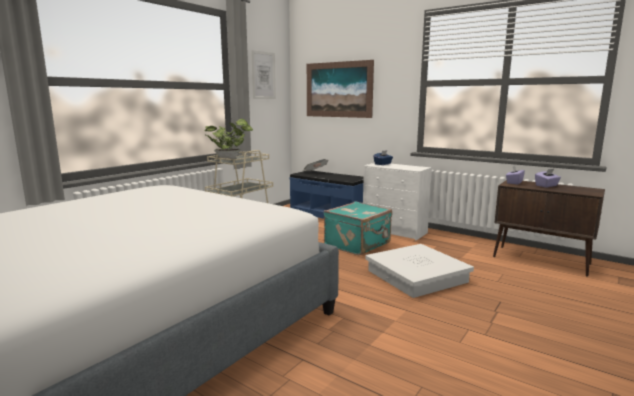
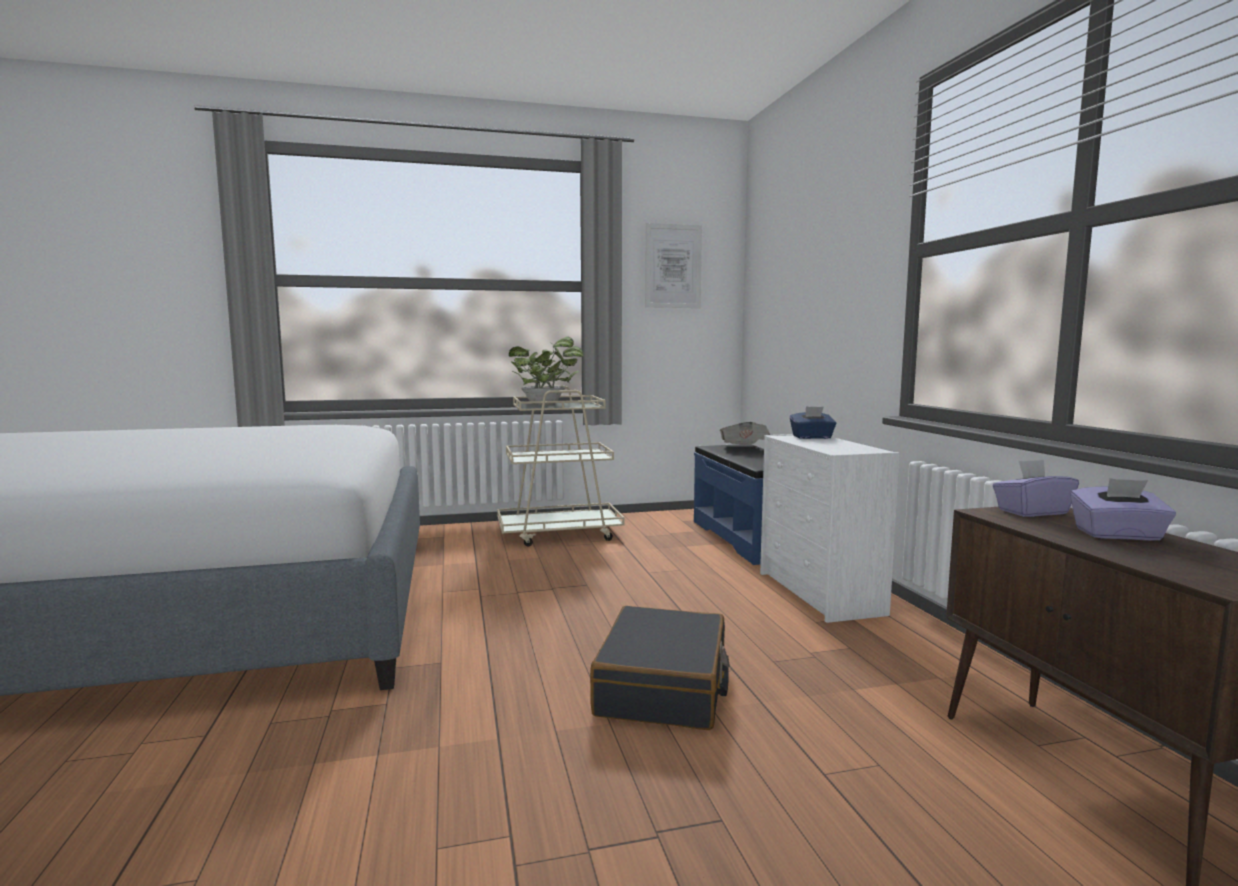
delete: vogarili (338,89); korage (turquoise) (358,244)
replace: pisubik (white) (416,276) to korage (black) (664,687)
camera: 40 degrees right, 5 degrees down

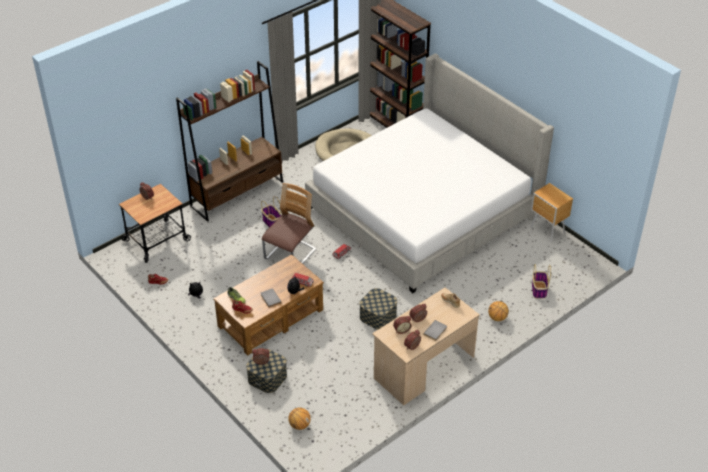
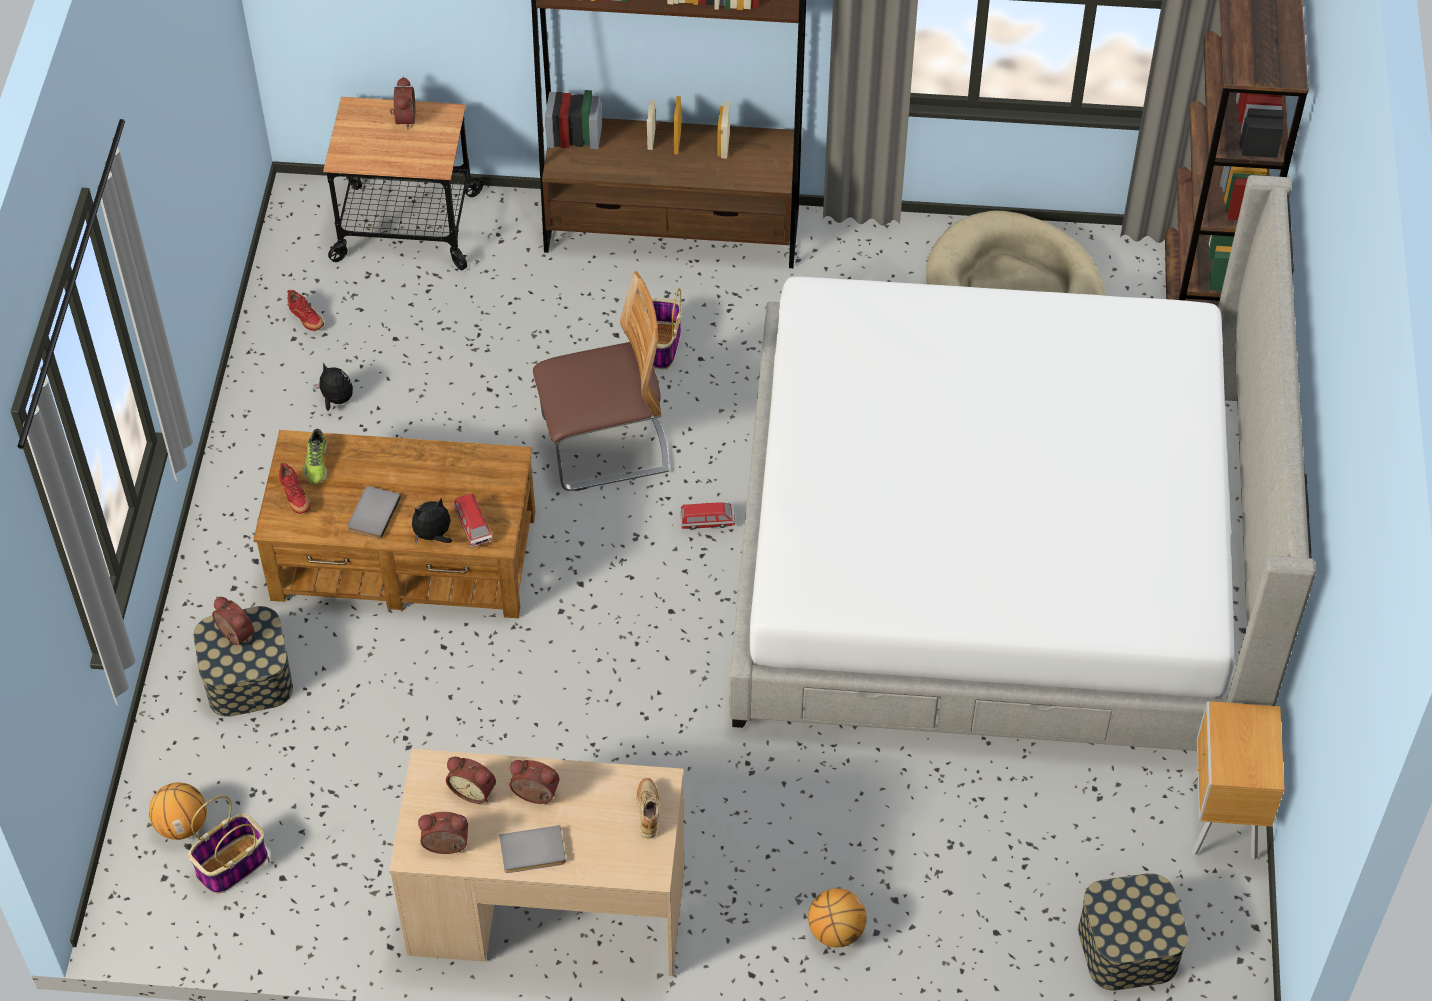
move: pisubik (378,316) to (1128,946); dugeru (539,290) to (232,866)
camera: 45 degrees right, 10 degrees up

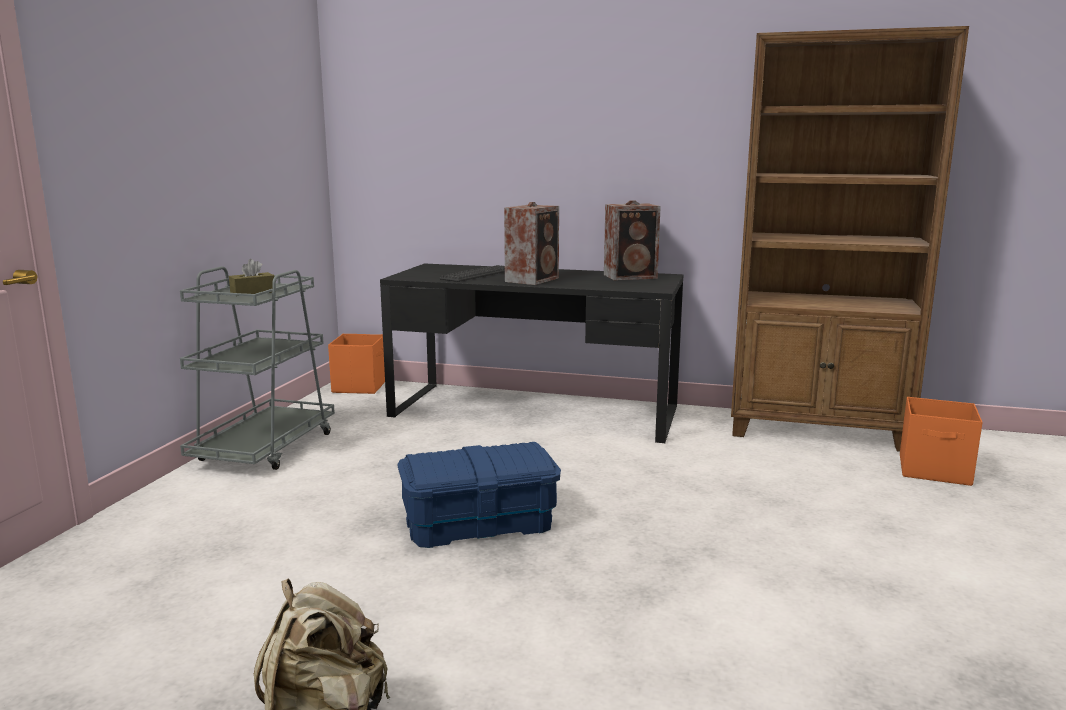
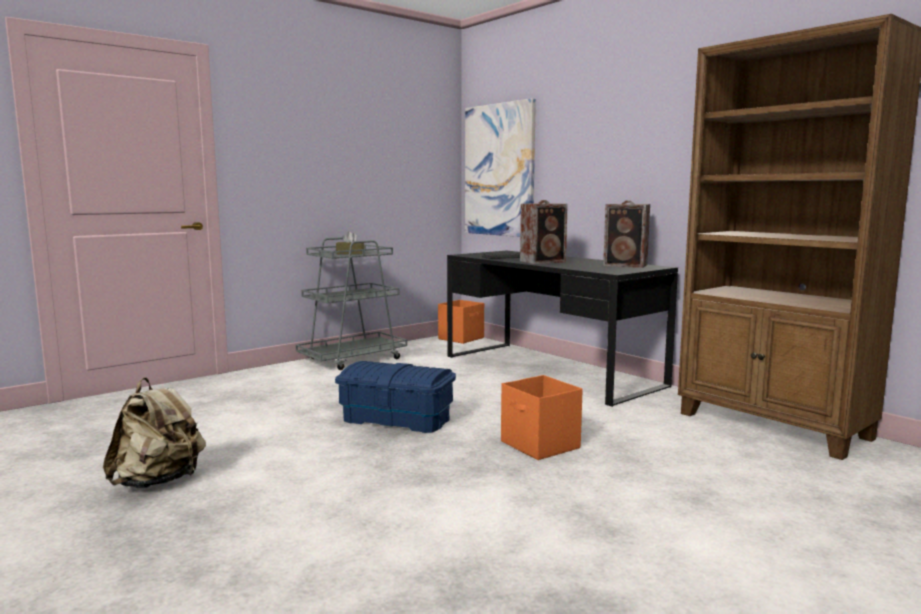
insert: vogarili (499,170)
move: pisubik (orange) (935,470) to (540,445)
camera: 35 degrees right, 5 degrees down

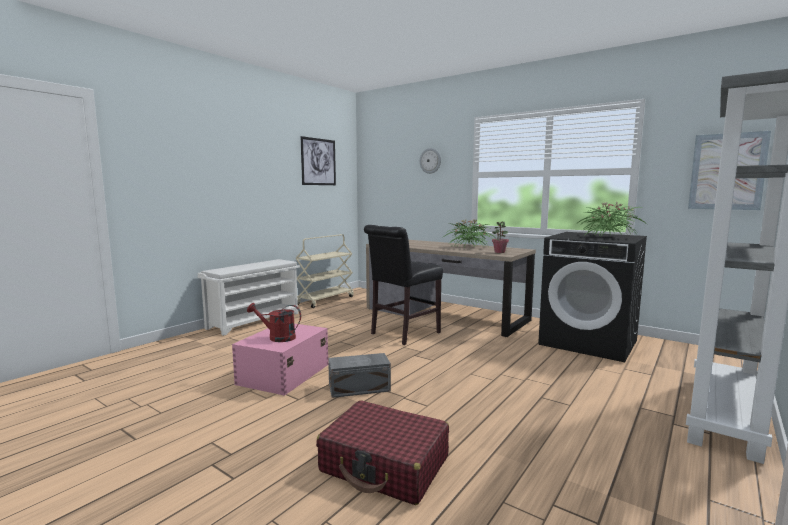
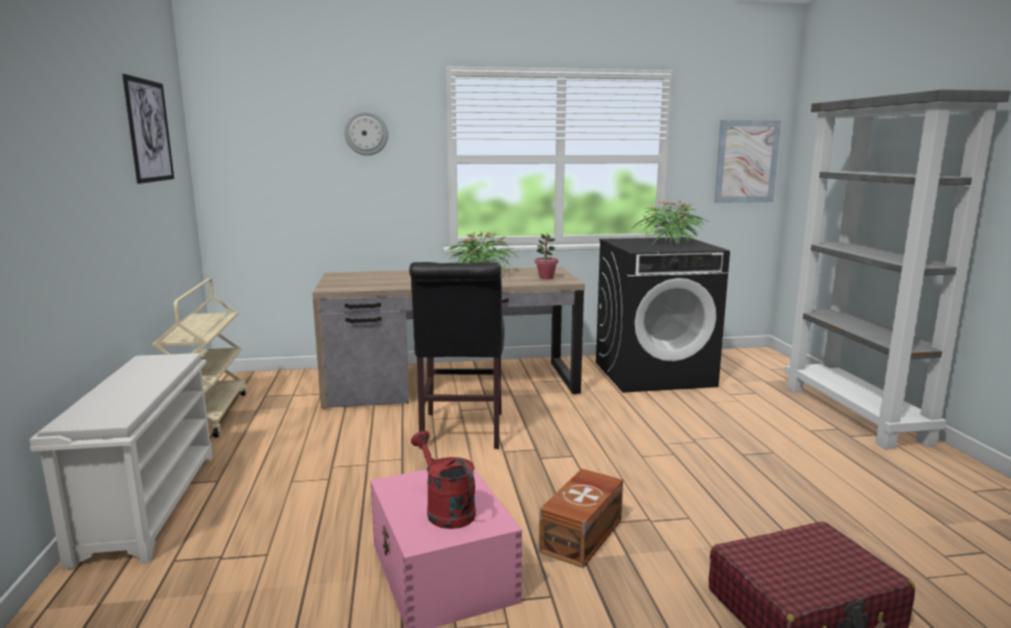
recolor: pisubik (grey) (360,388) to pisubik (brown) (583,535)
rotate: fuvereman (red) (277,337) = (445,510) 90 degrees clockwise
camera: 45 degrees left, 5 degrees up

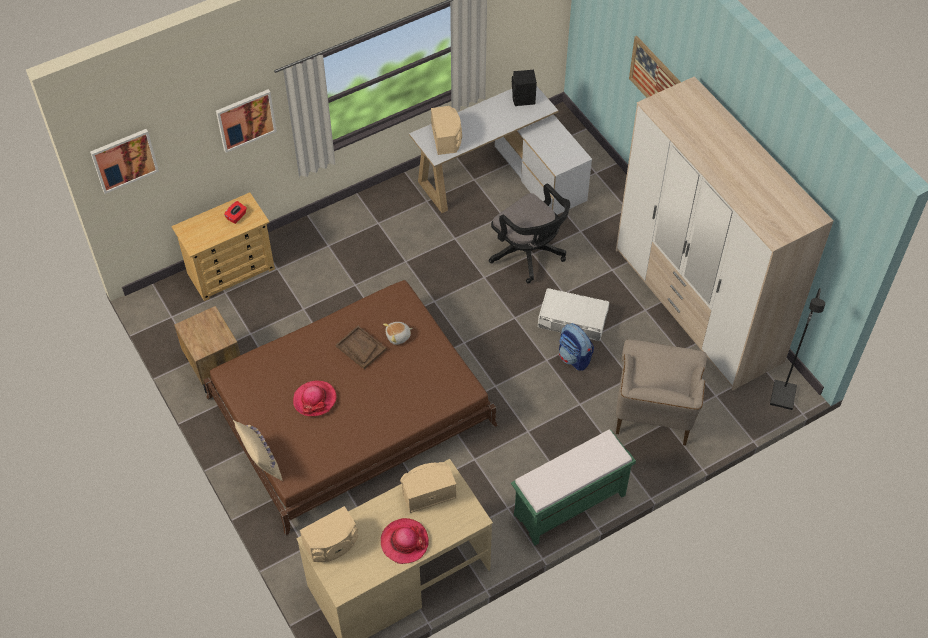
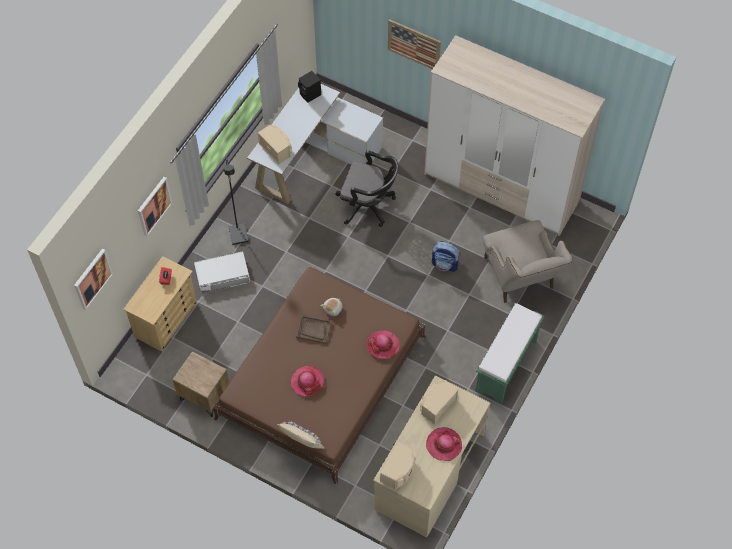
insert: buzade (383,345)
move: pisubik (white) (573,318) to (222,275); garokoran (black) (783,396) to (239,235)
camera: 30 degrees left, 5 degrees up

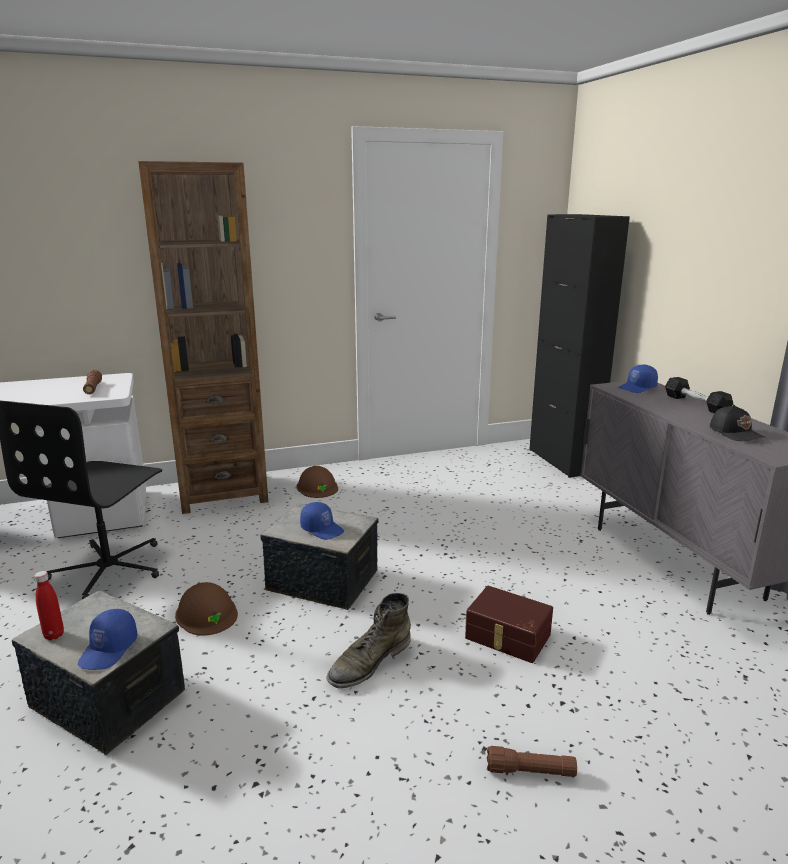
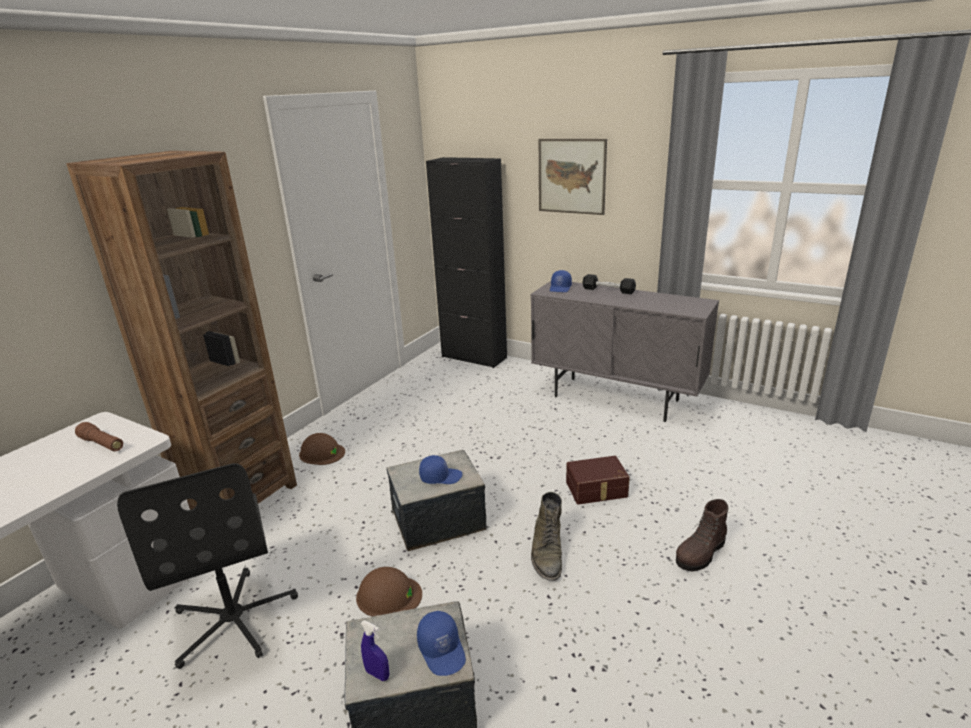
delete: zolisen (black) (736,433)
insert: vogarili (571,176)
replace: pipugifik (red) (54,635) to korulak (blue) (377,674); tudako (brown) (530,771) to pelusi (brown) (700,553)
camera: 40 degrees left, 5 degrees up

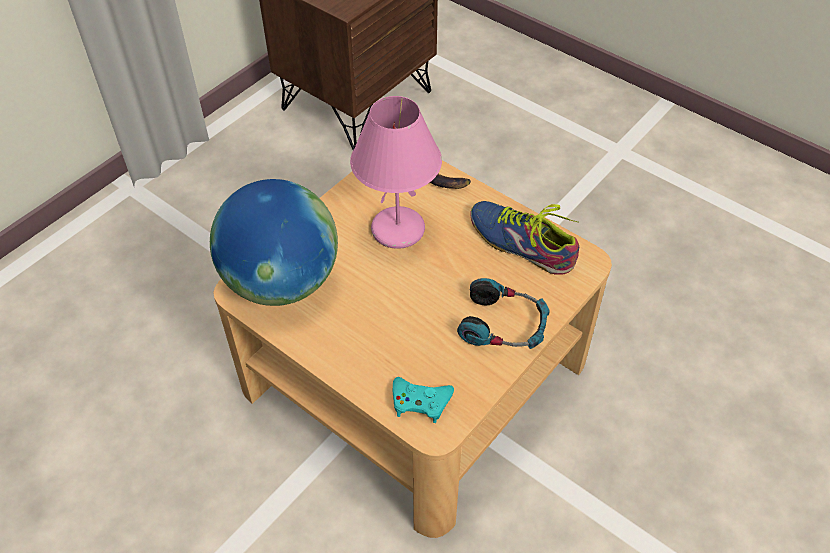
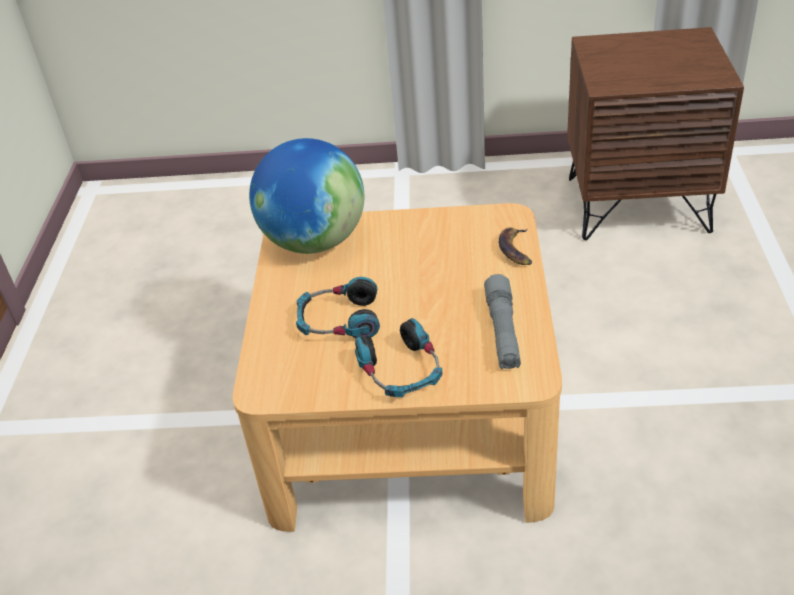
delete: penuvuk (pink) (397,230); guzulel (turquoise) (420,402)
insert: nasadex (339,321)
replace: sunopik (521,244) to tudako (grey) (503,331)
camera: 55 degrees right, 10 degrees down

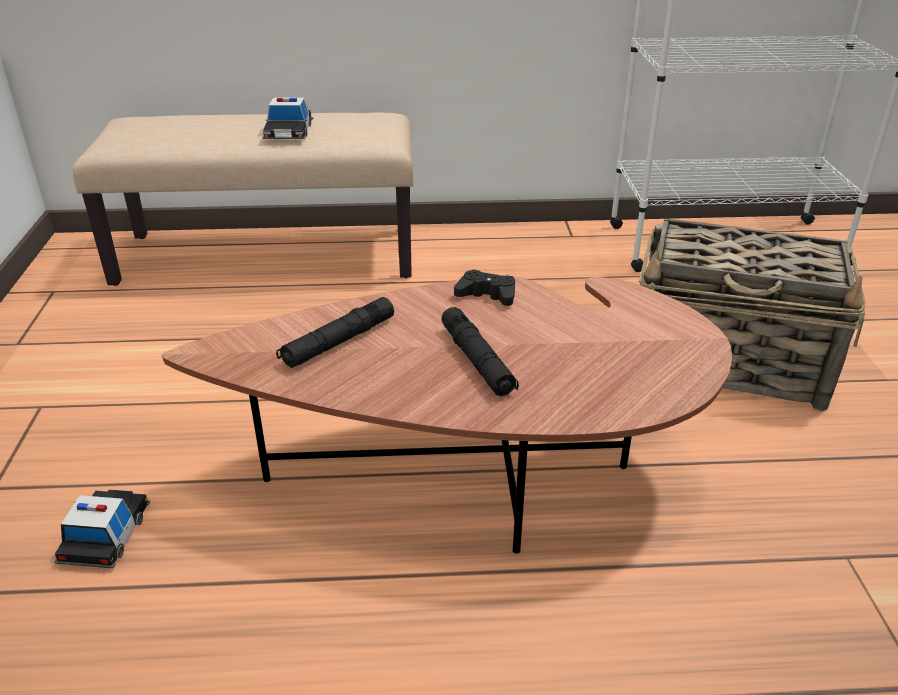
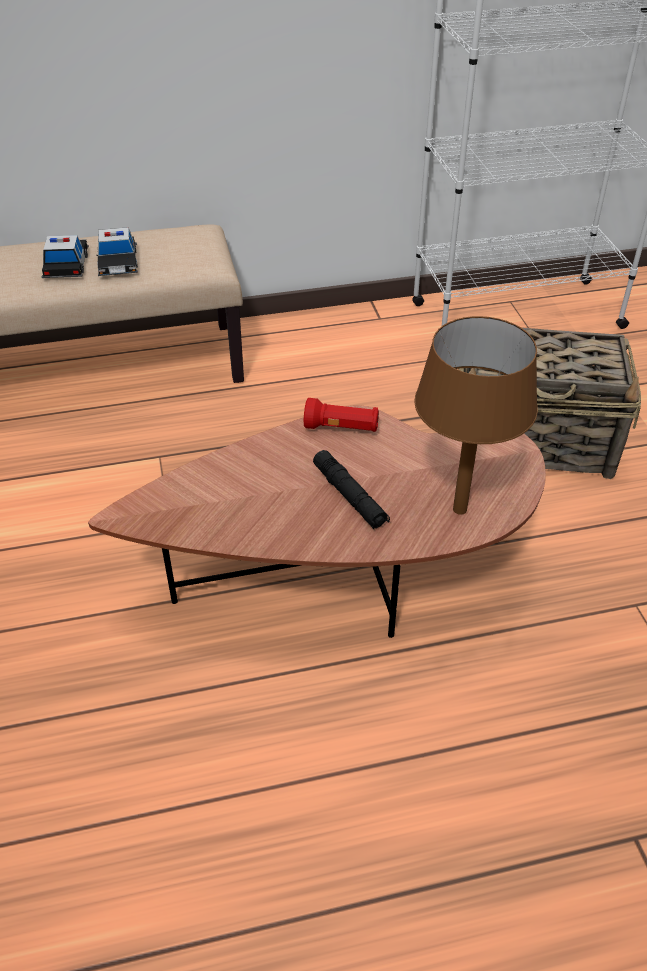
delete: tudako (black) (338,342)
insert: penuvuk (brown) (460,509)
move: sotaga (105,535) to (66,264)
replace: guzulel (black) (487,295) to tudako (red) (342,428)
camera: 10 degrees left, 10 degrees up

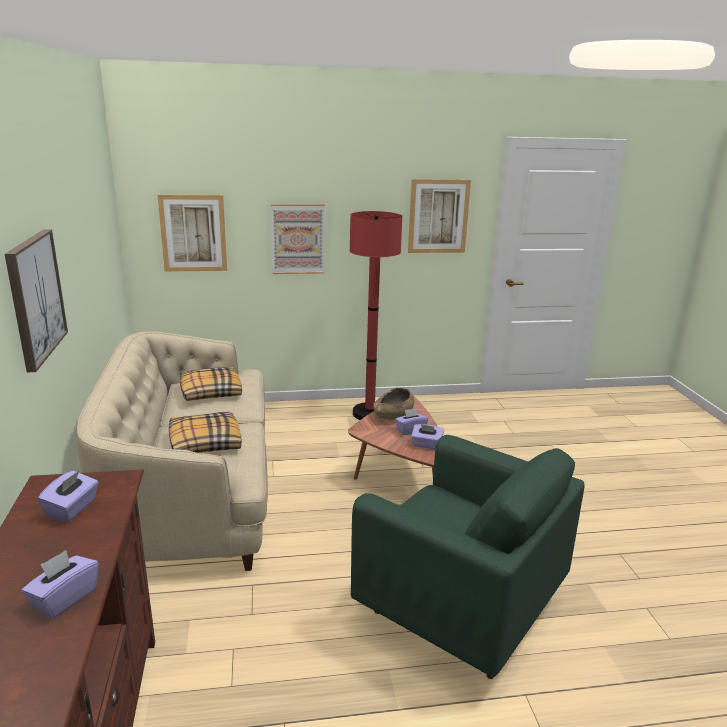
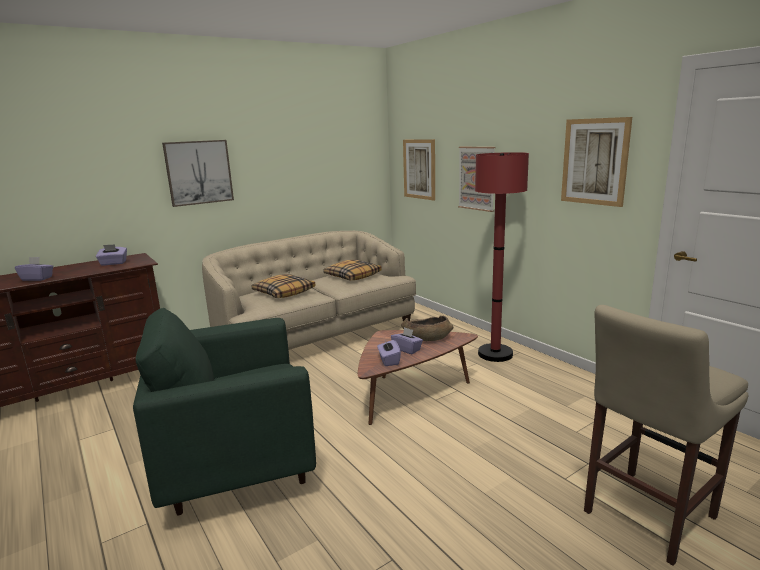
insert: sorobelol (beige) (644,516)
rotate: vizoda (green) (459,611) = (237,467) 60 degrees clockwise
camera: 65 degrees right, 5 degrees down

